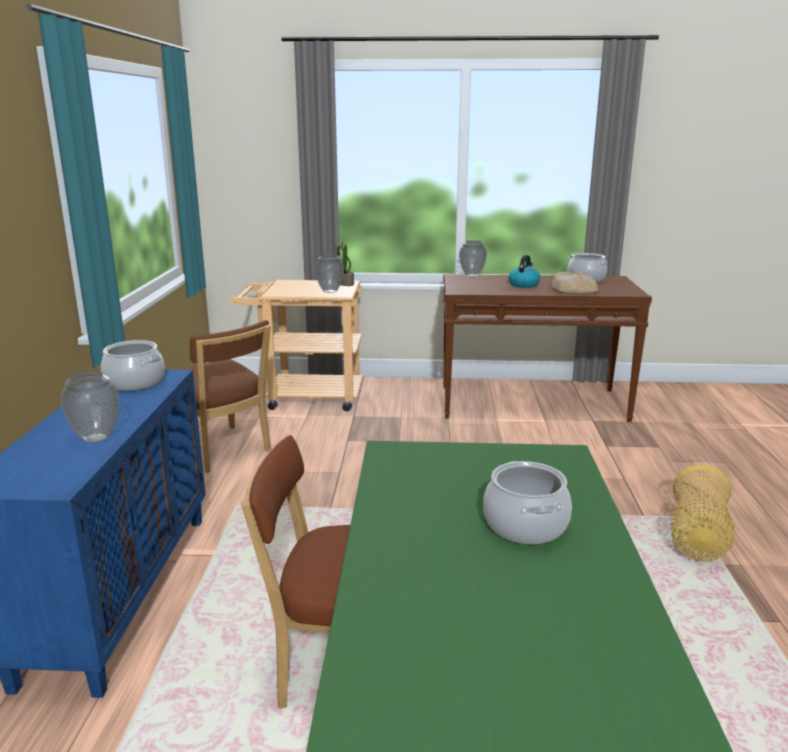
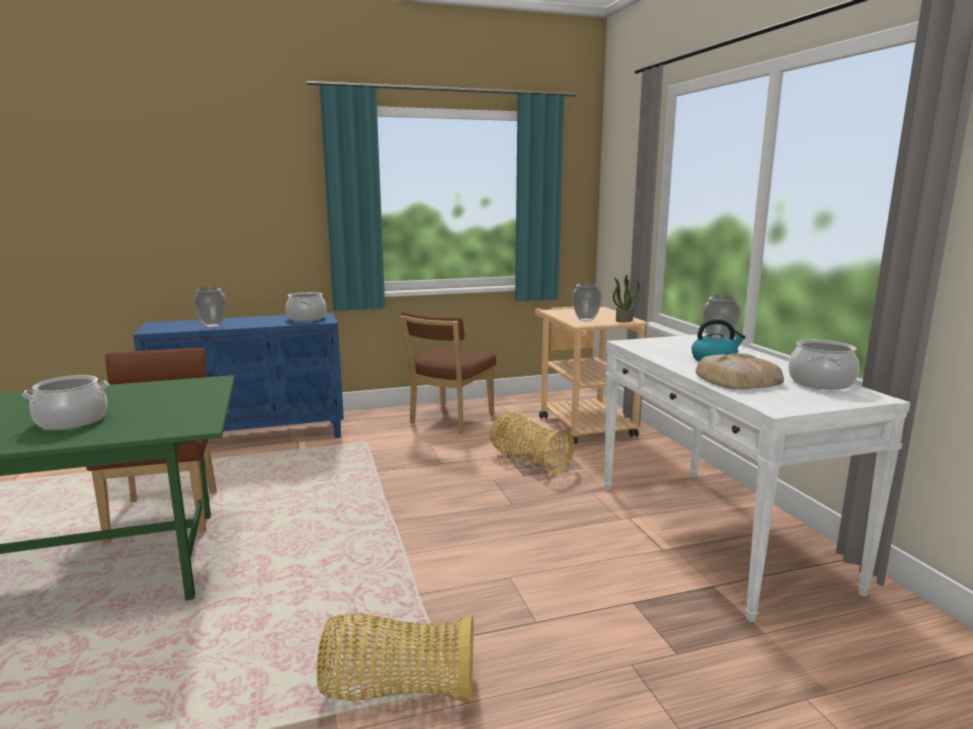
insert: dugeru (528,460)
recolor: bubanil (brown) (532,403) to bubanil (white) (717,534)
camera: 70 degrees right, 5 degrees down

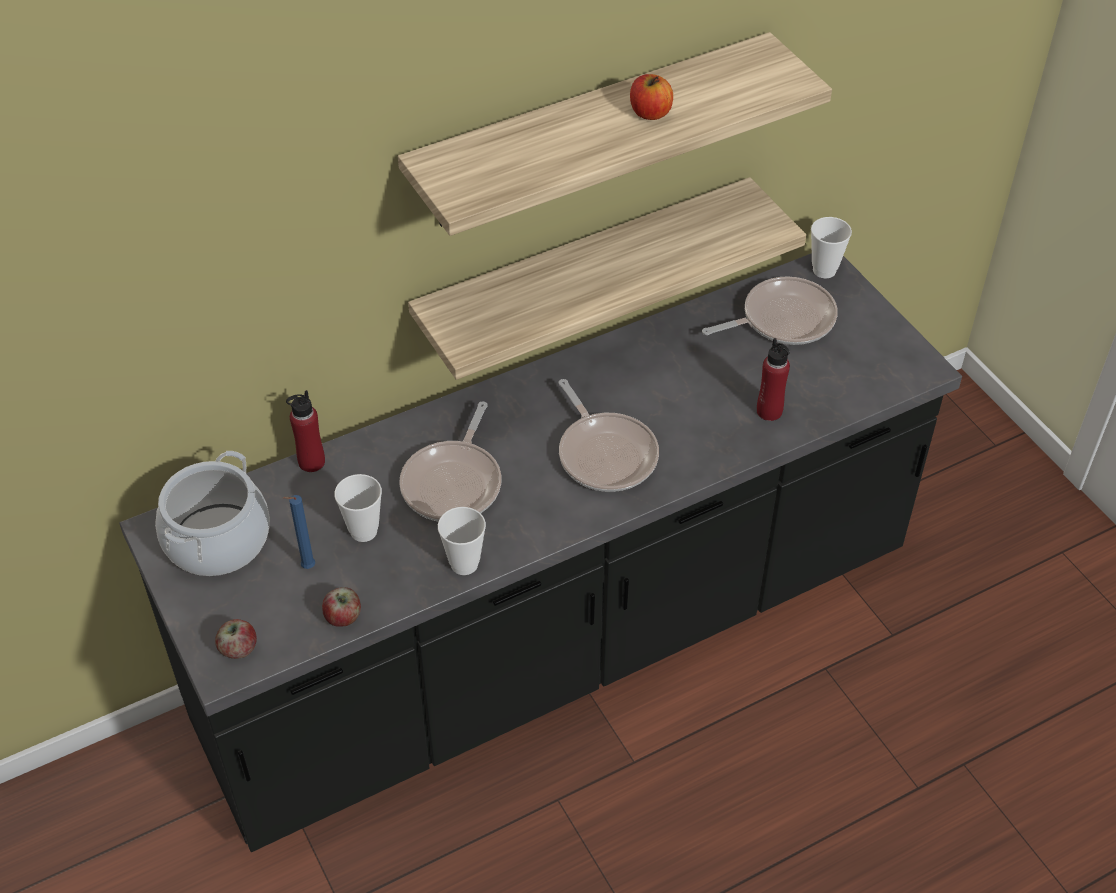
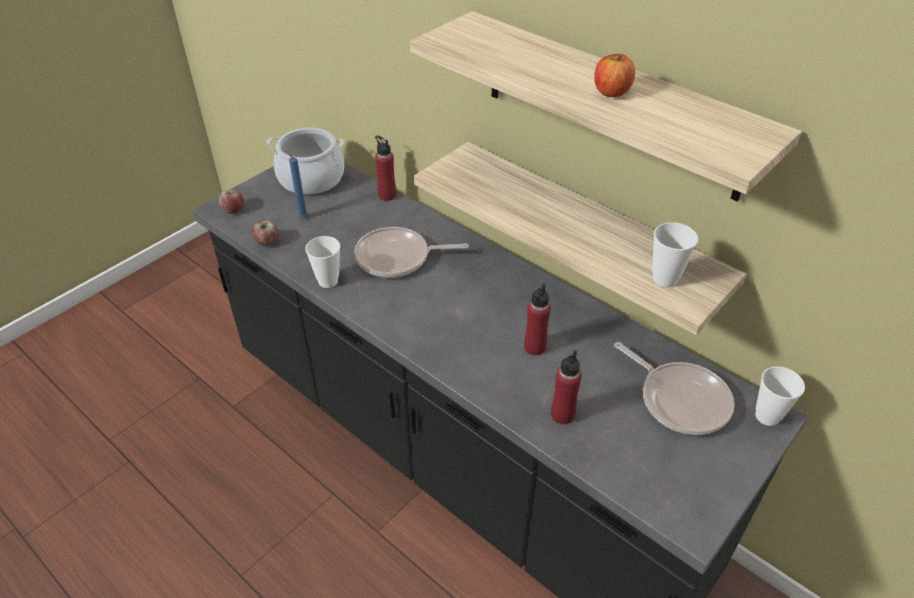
delete: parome (605,453)
insert: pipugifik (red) (534,347)
move: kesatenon (363,531) to (664,279)
camera: 70 degrees right, 5 degrees down

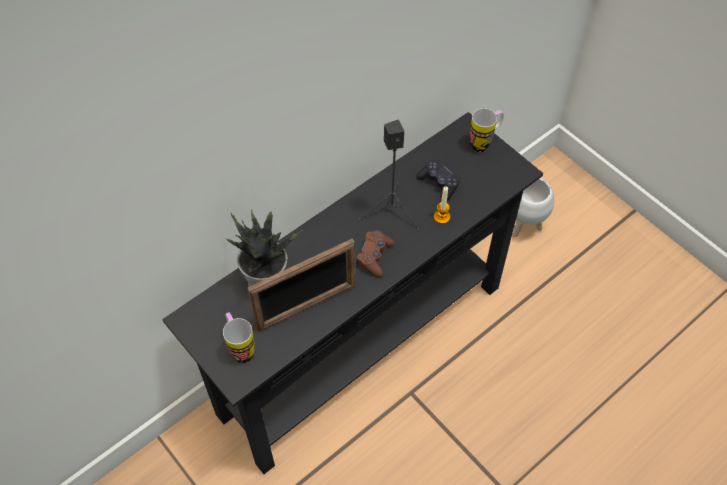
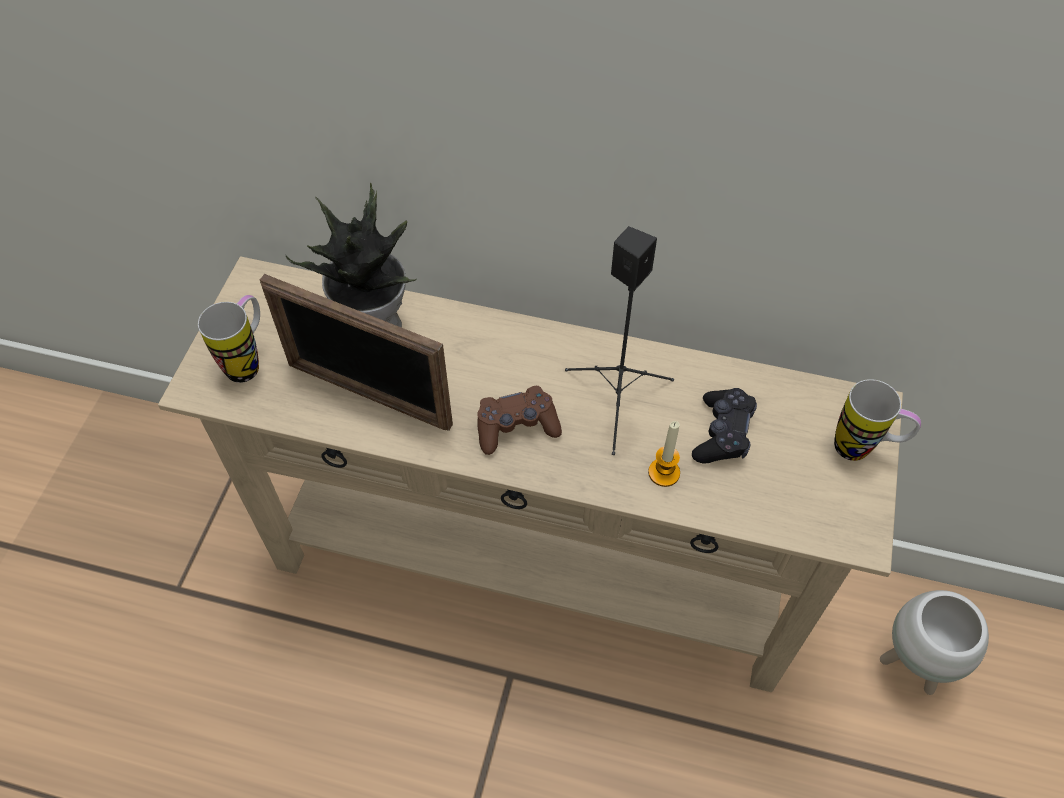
recolor: bubanil (black) (362,347) to bubanil (beige) (532,569)
camera: 55 degrees right, 0 degrees up

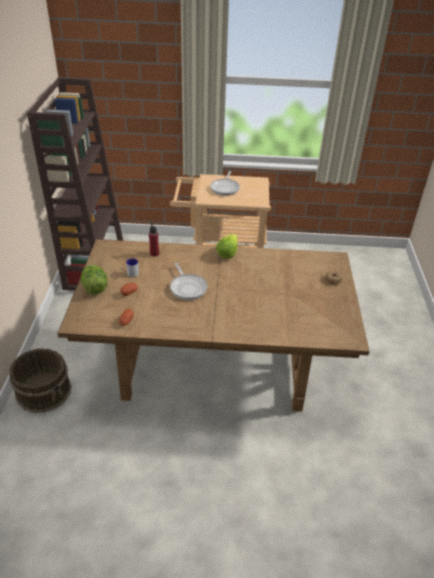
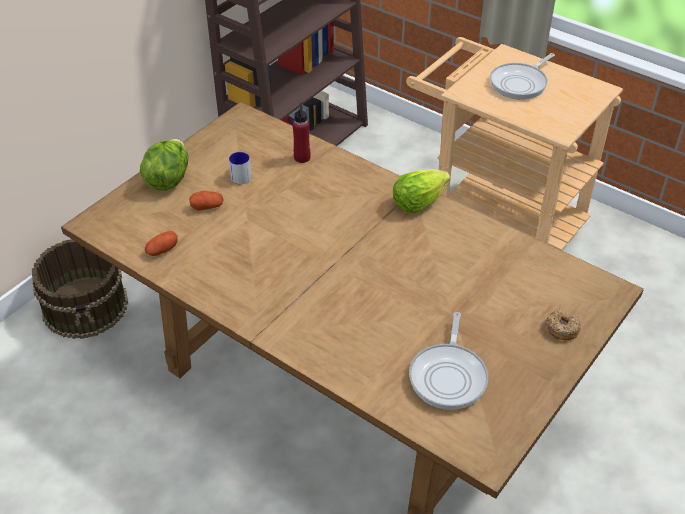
move: parome (187,287) to (449,376)
camera: 35 degrees right, 5 degrees up

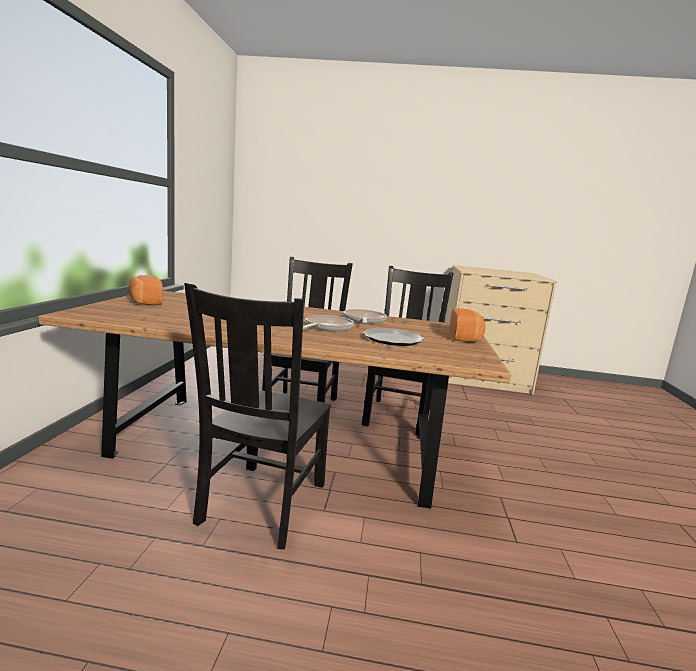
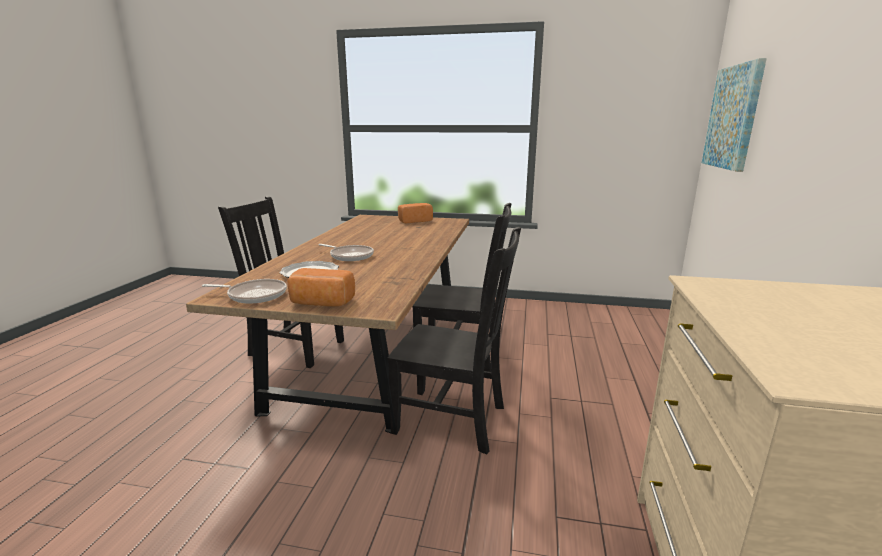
insert: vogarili (733,117)
move: parome (364,320) to (254,295)
camera: 95 degrees right, 5 degrees up

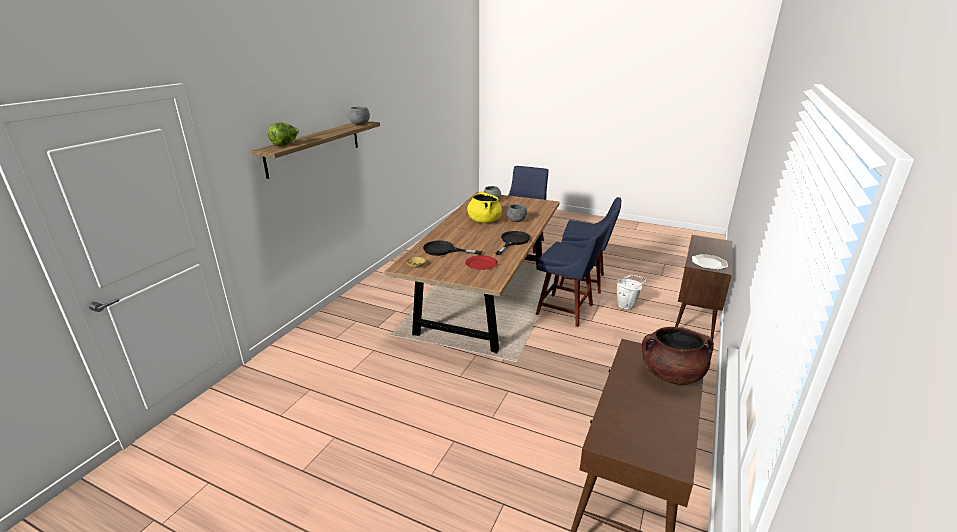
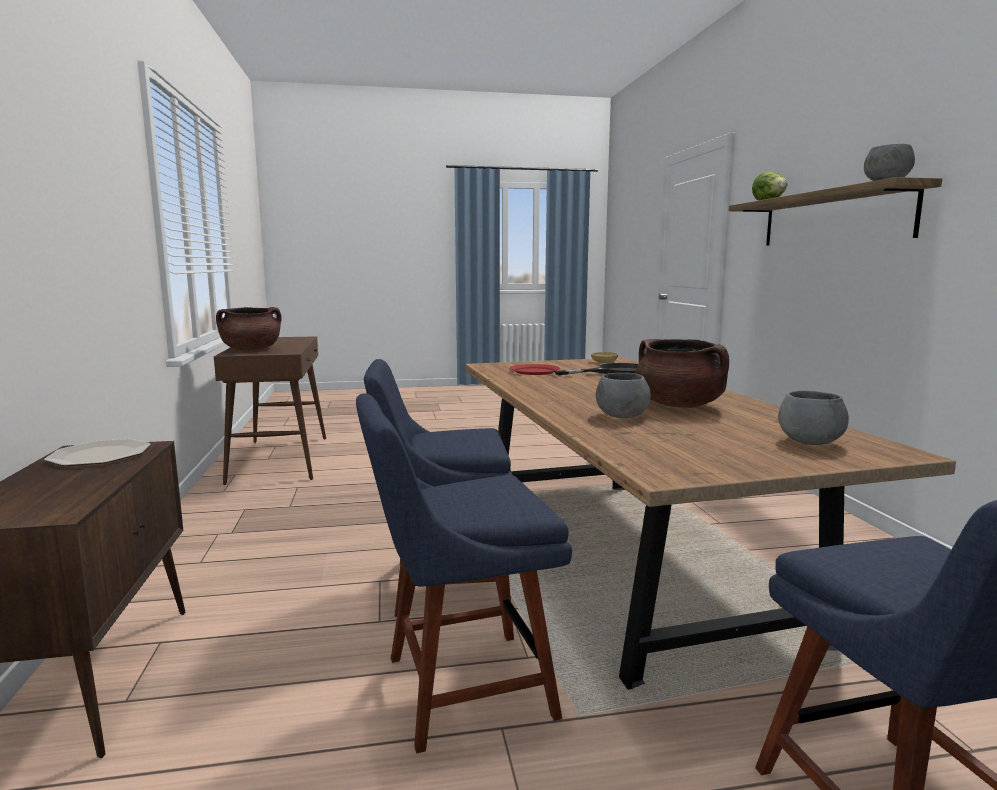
delete: parome (black) (513,241); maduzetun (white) (627,305)
recolor: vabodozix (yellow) (484,220) to vabodozix (brown) (679,405)
camera: 145 degrees right, 15 degrees down

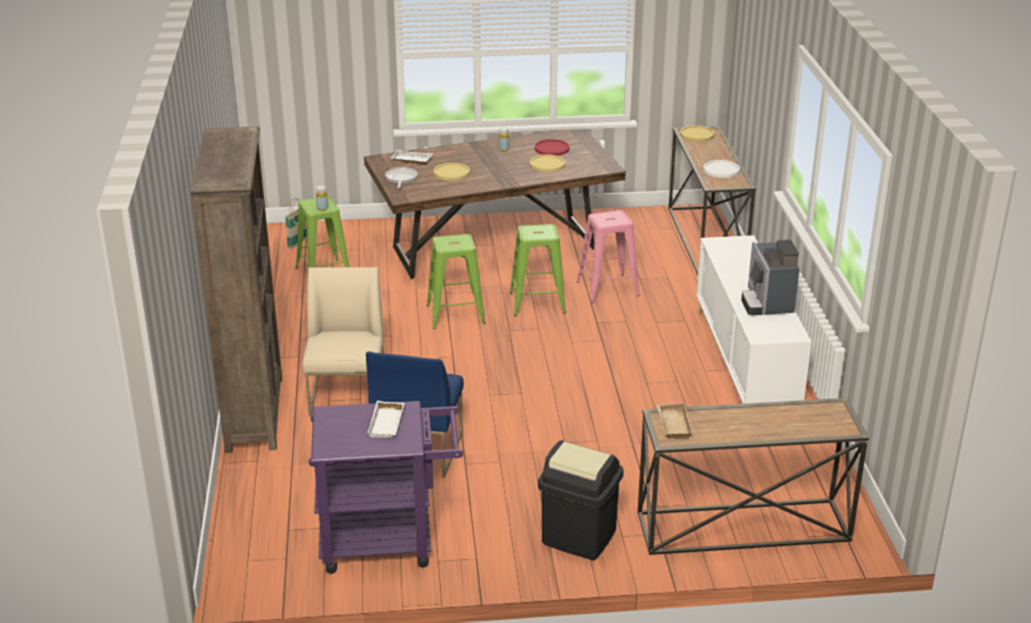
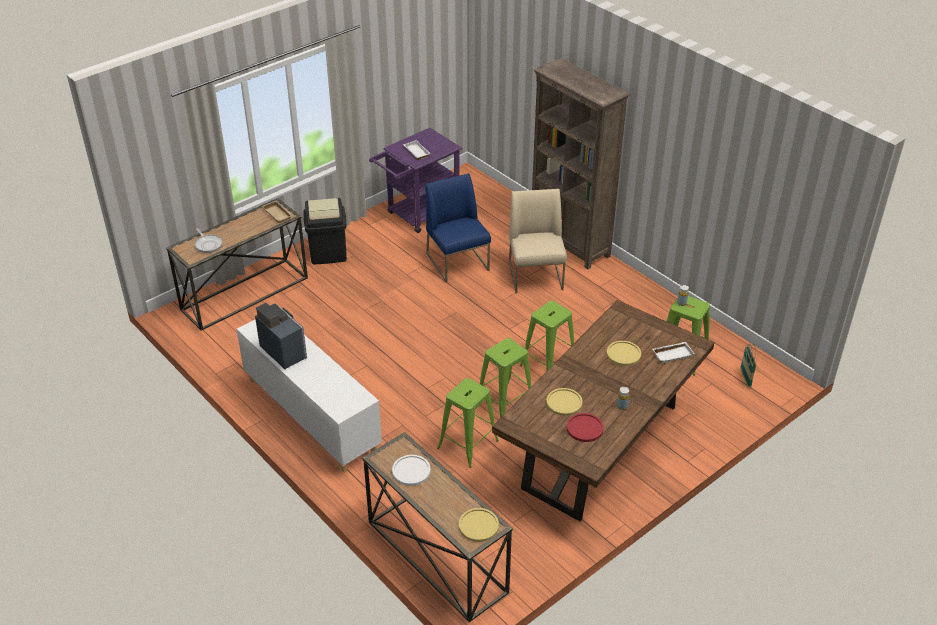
move: parome (401,179) to (208,244)
recolor: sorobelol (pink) (608,289) to sorobelol (green) (467,444)
rotate: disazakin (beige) (348,395) = (536,275) 150 degrees counterclockwise
camera: 145 degrees right, 10 degrees up

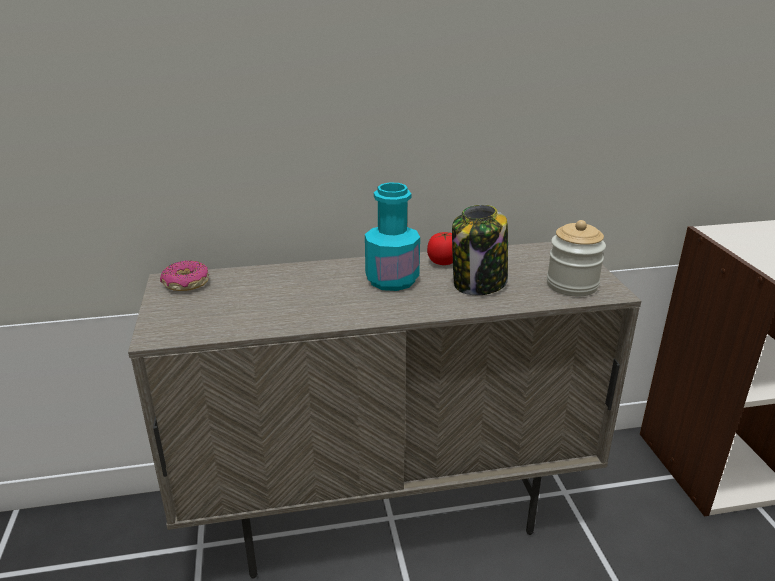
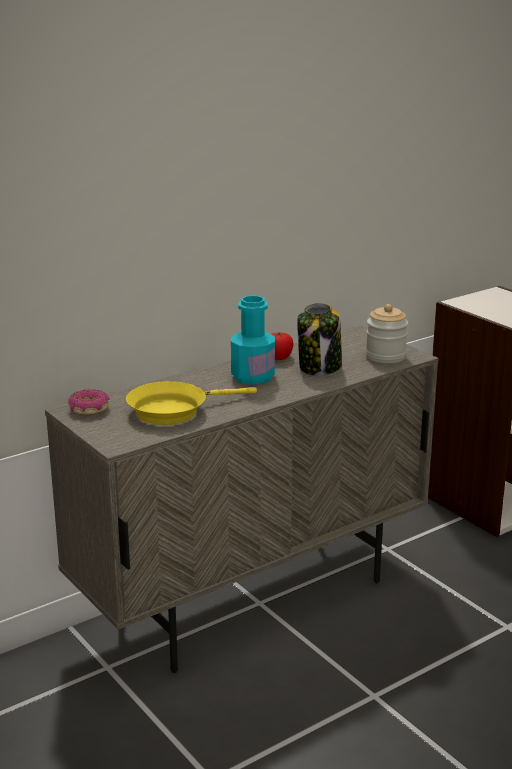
insert: parome (yellow) (173,410)
camera: 25 degrees left, 5 degrees down

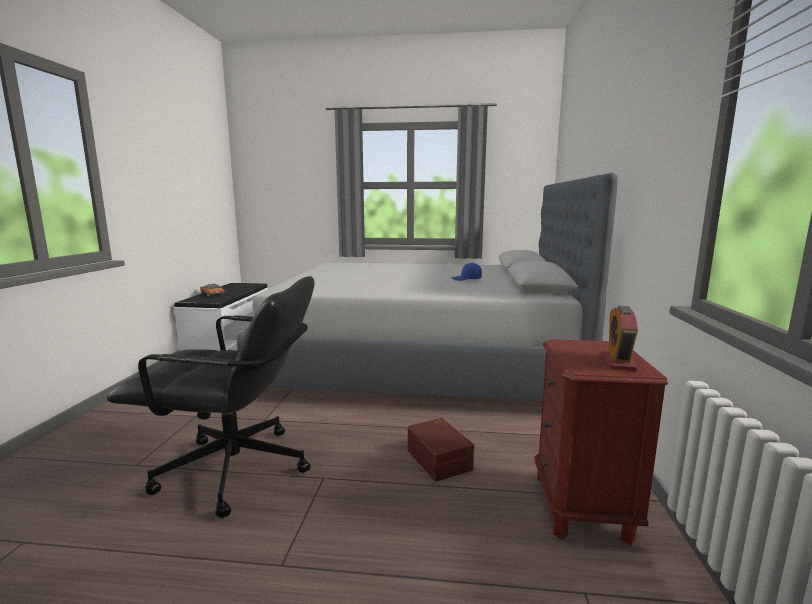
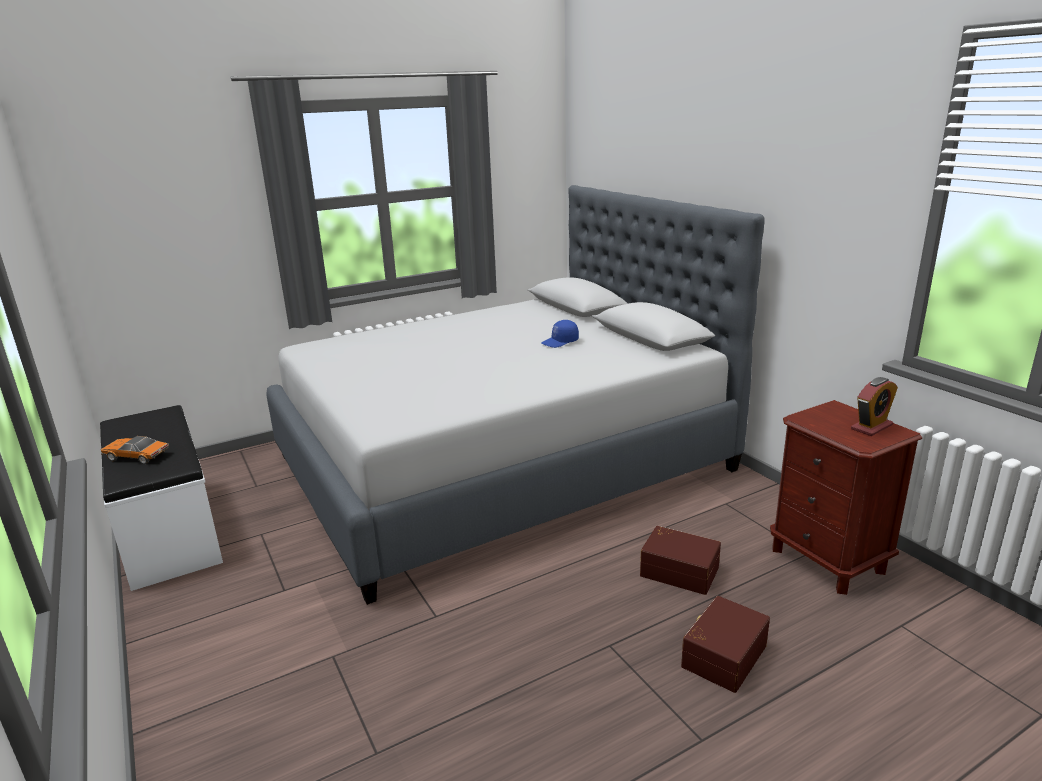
delete: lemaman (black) (236,470)
insert: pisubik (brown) (722,655)
rotate: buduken (618,362) = (871,427) 105 degrees counterclockwise
camera: 35 degrees left, 10 degrees up

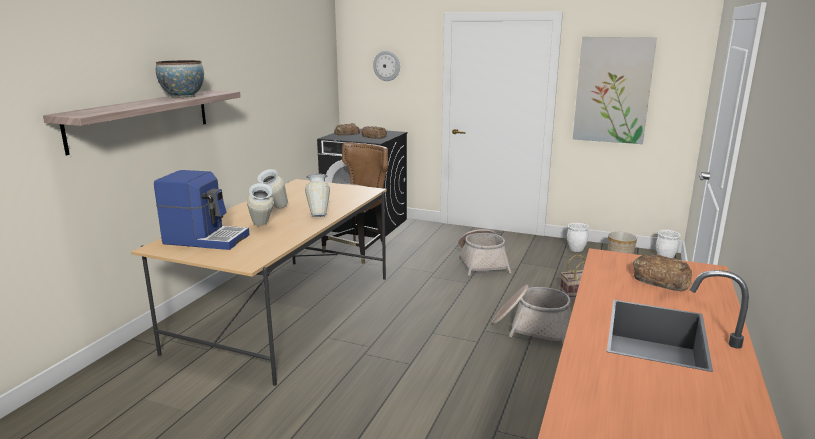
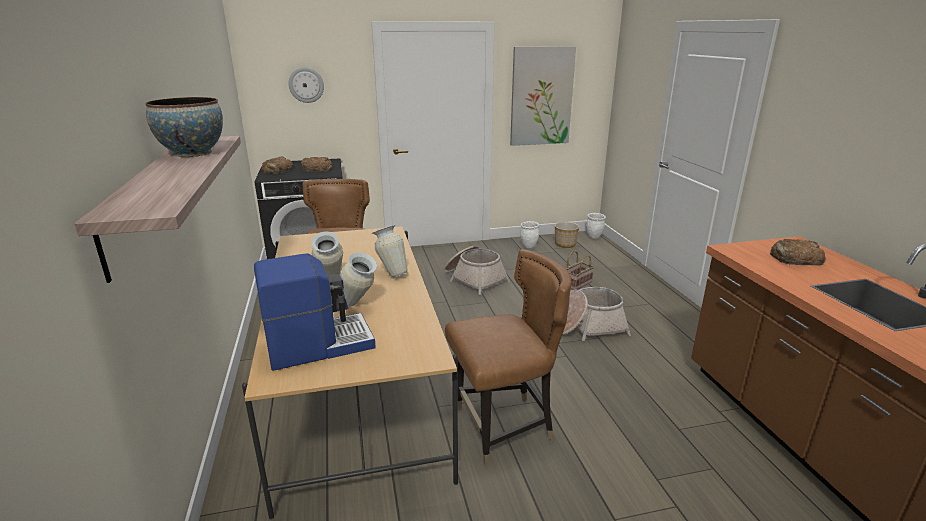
insert: disazakin (brown) (504,428)
camera: 35 degrees left, 5 degrees up

